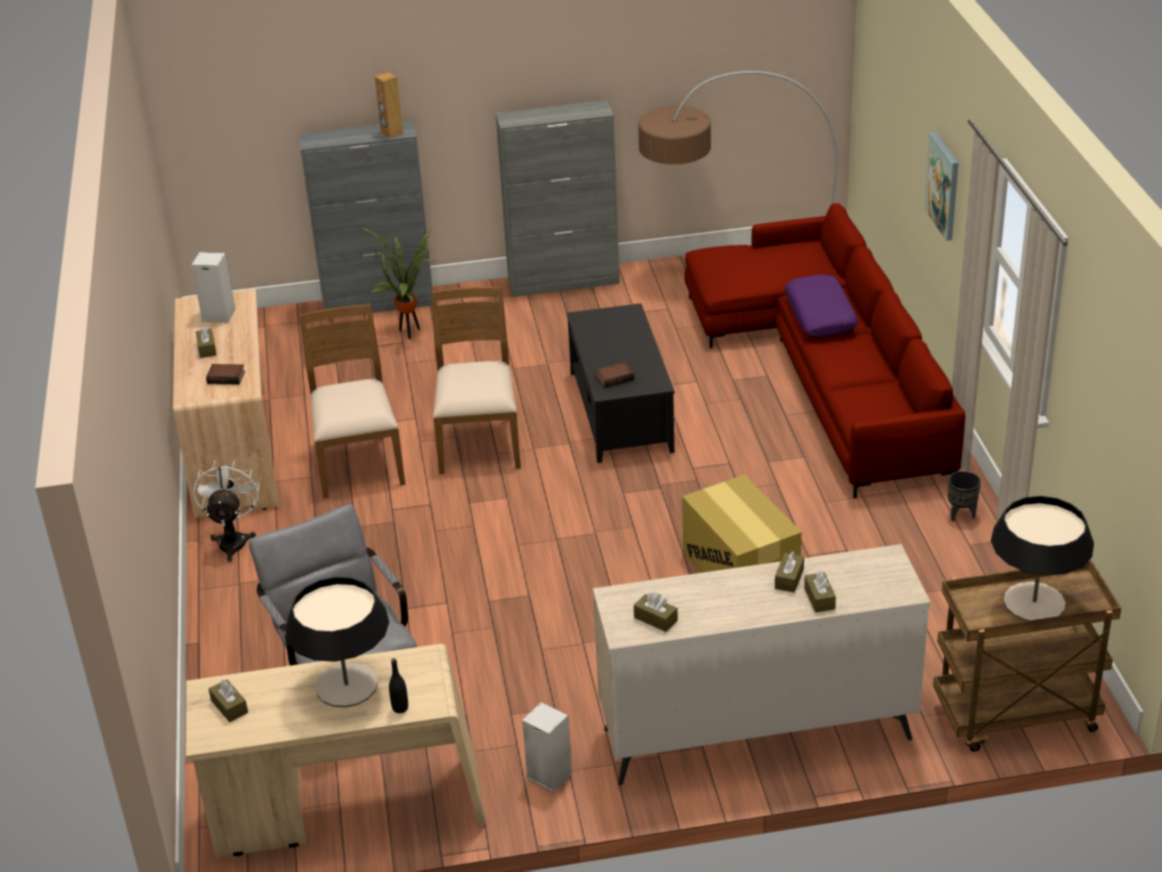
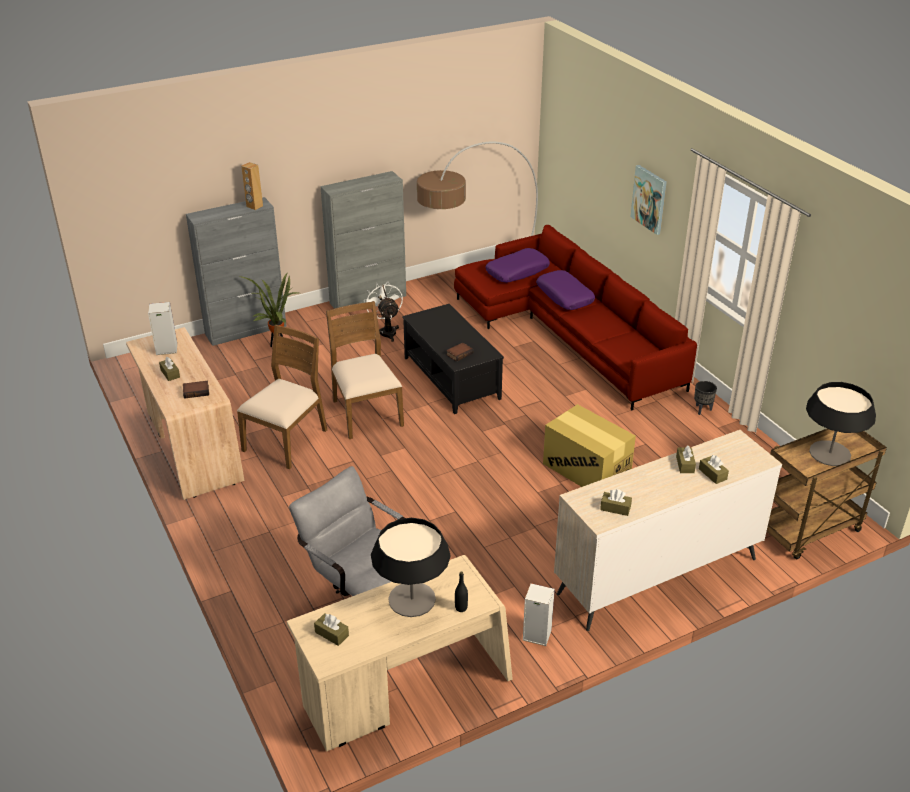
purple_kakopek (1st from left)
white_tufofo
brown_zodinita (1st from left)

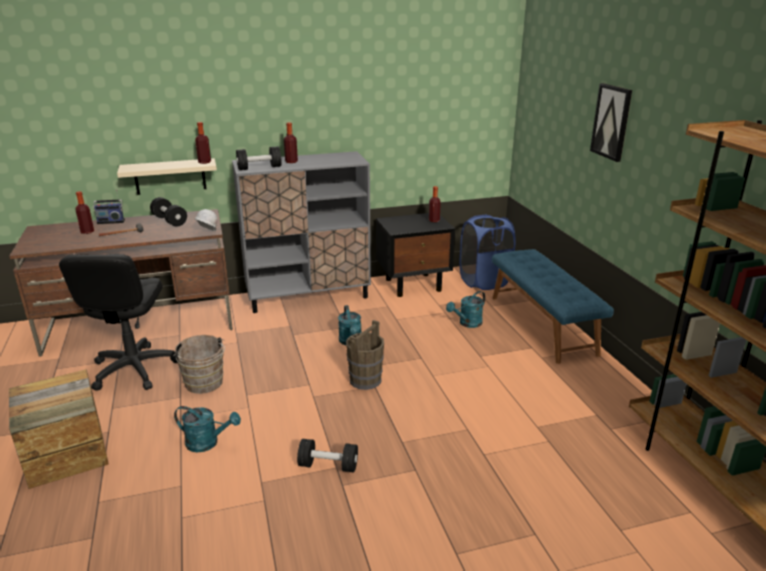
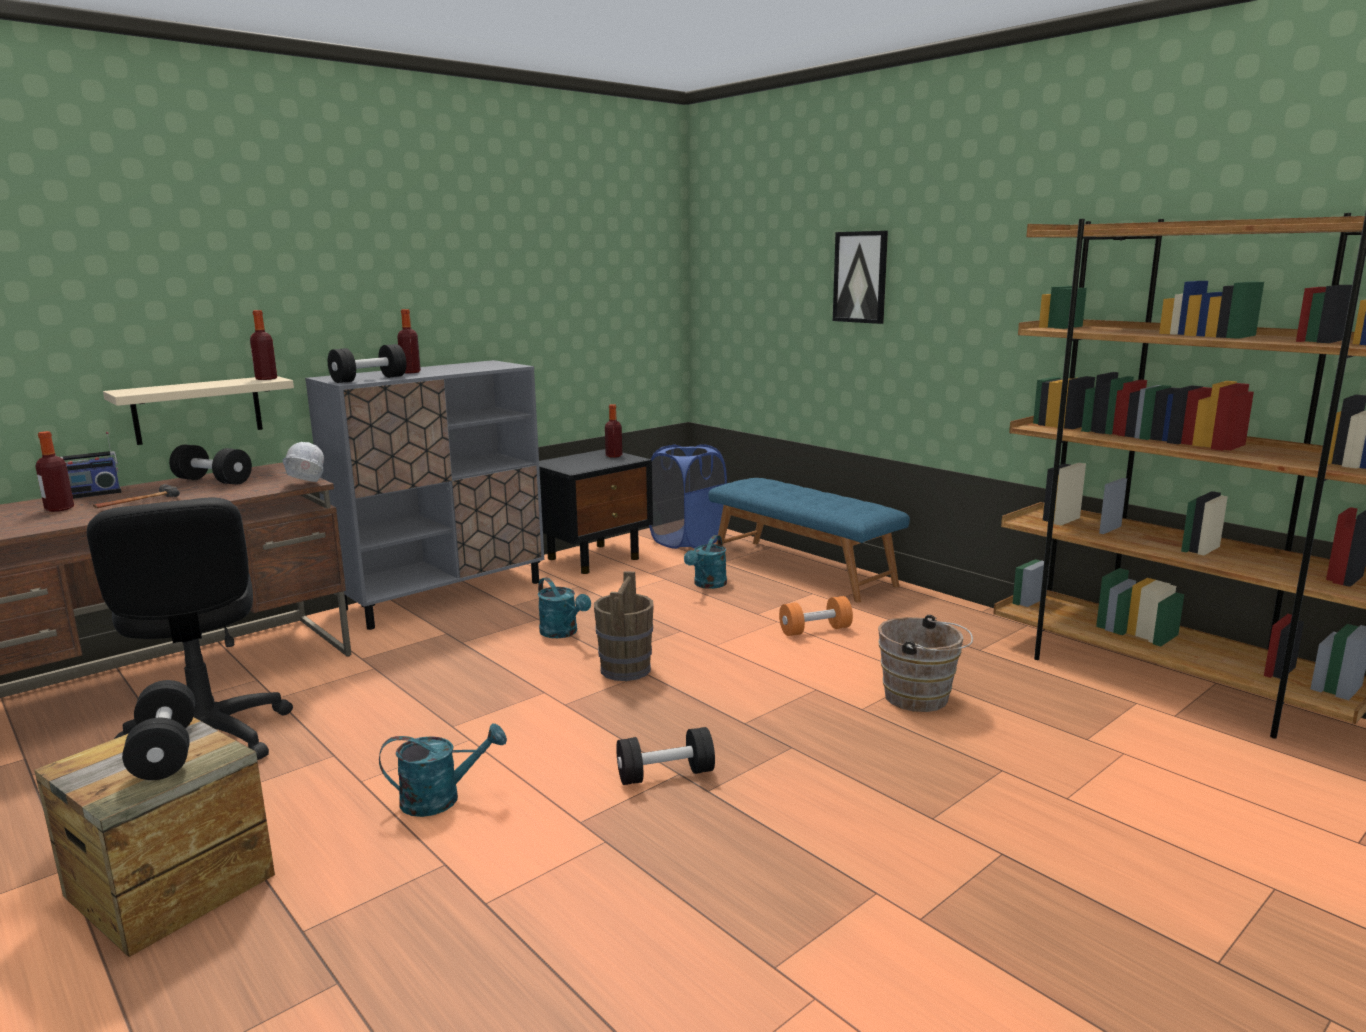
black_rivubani (1st from left)
orange_rivubani
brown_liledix (2nd from left)

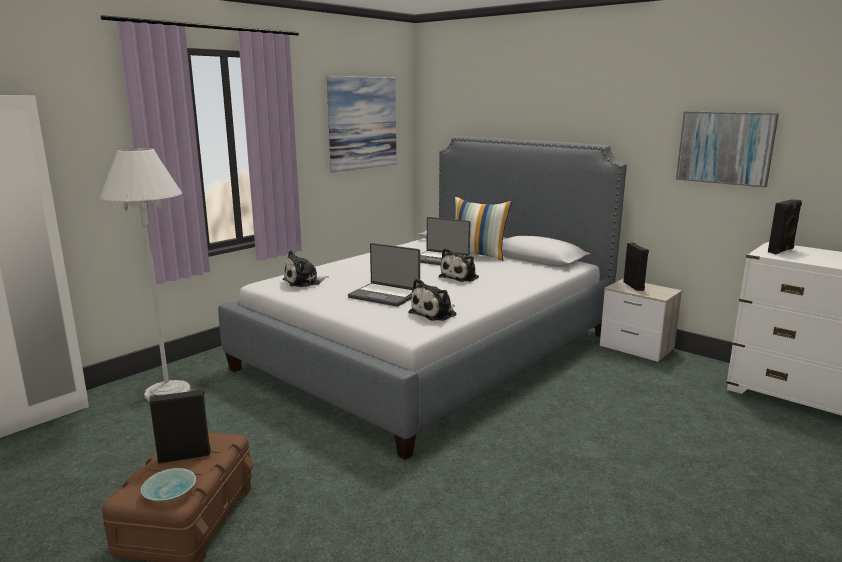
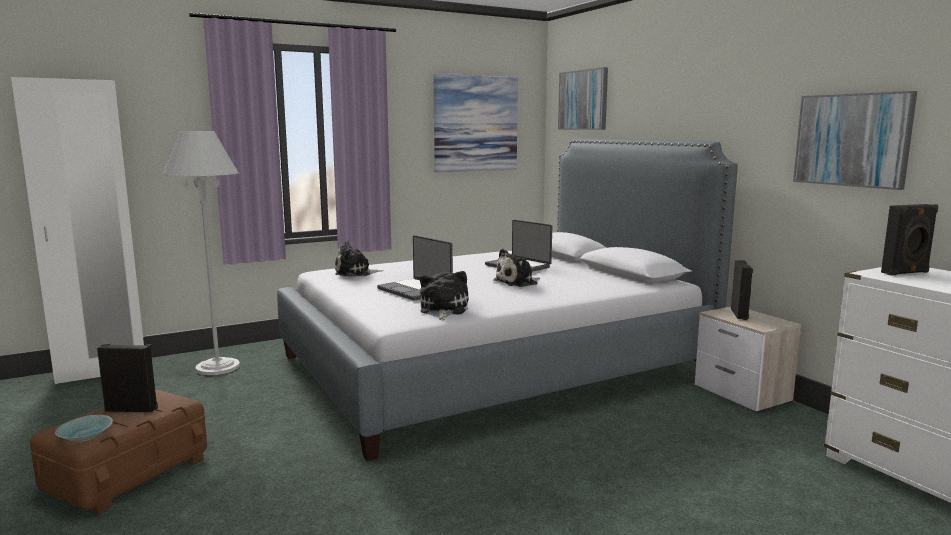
kakopek
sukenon (2nd from left)
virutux (2nd from left)

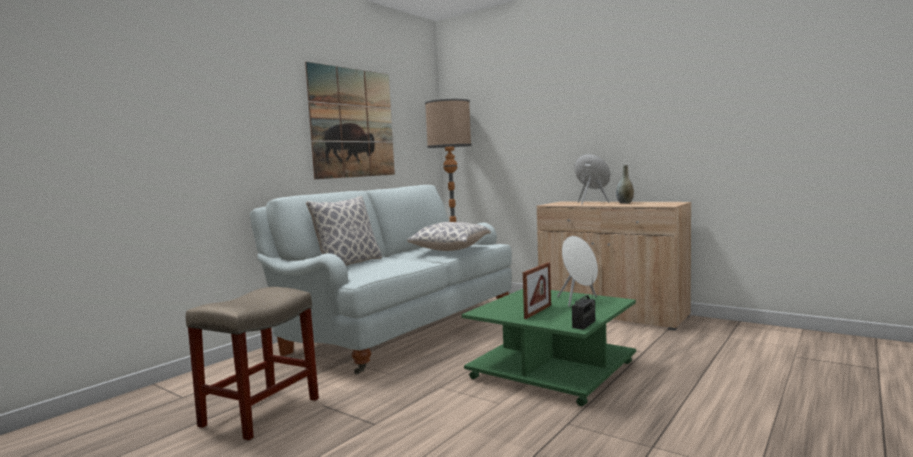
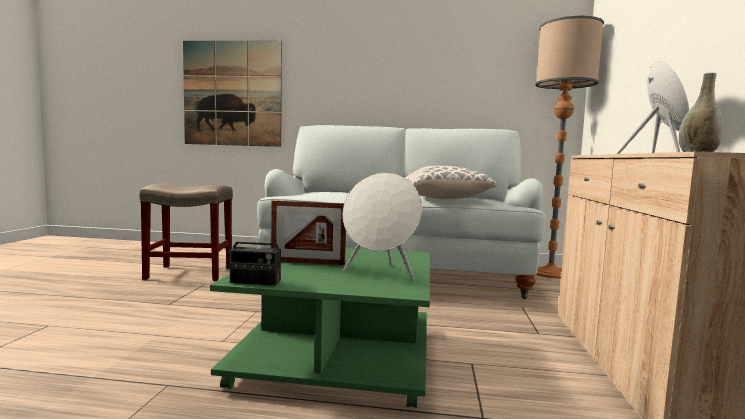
kakopek (1st from left in the first image)
sukenon

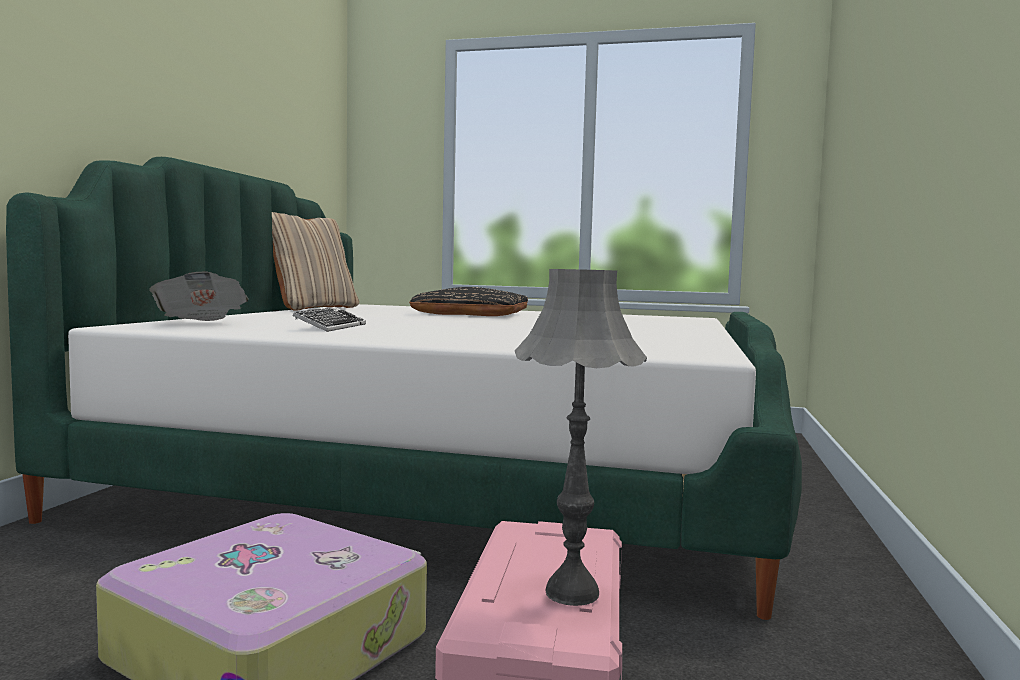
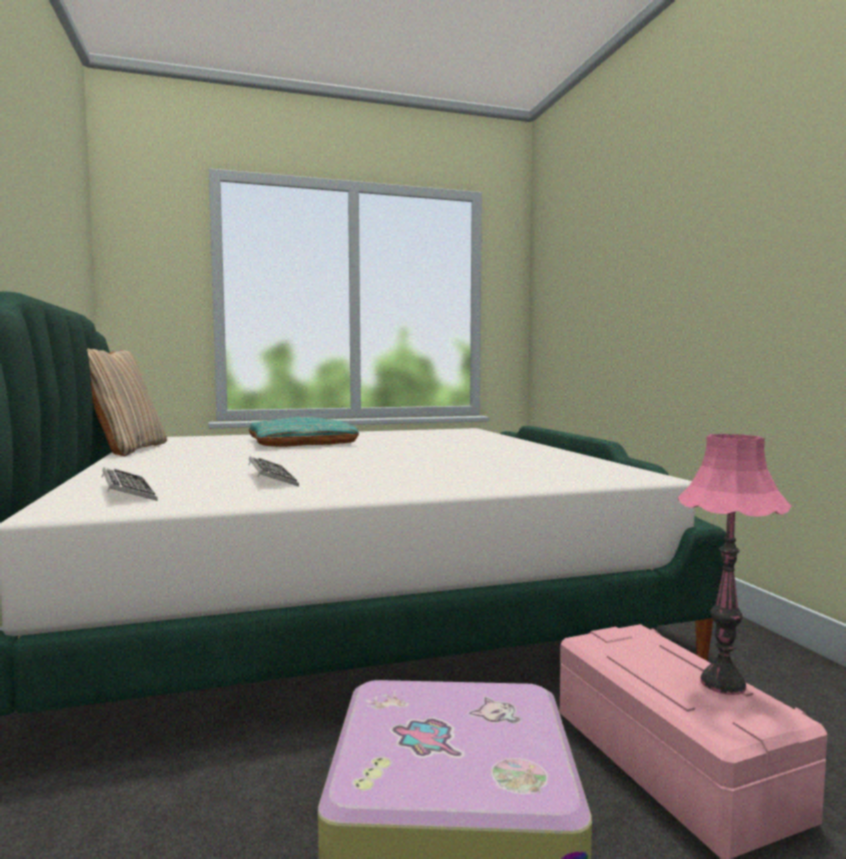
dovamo (1st from left)
turquoise_kakopek
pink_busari

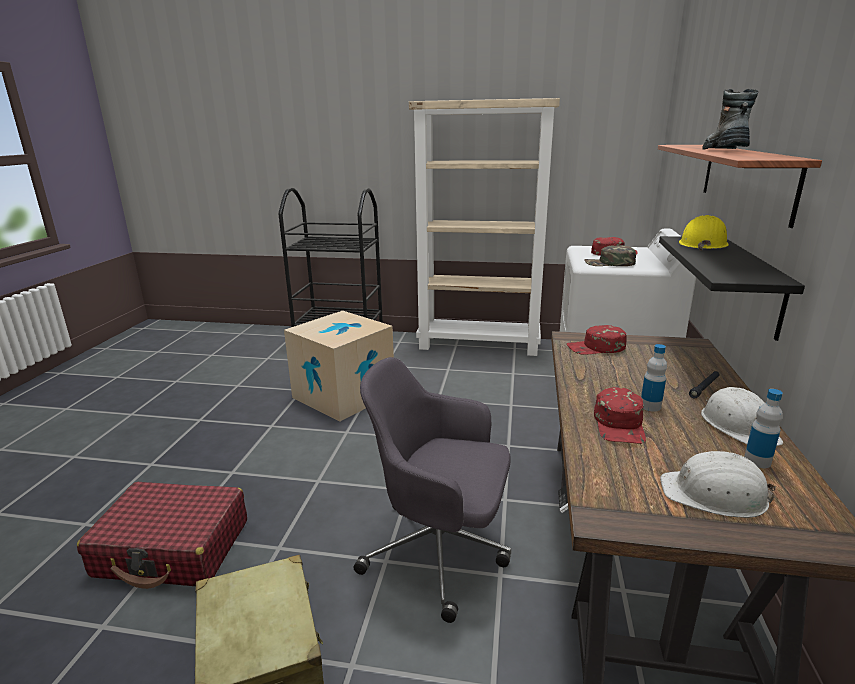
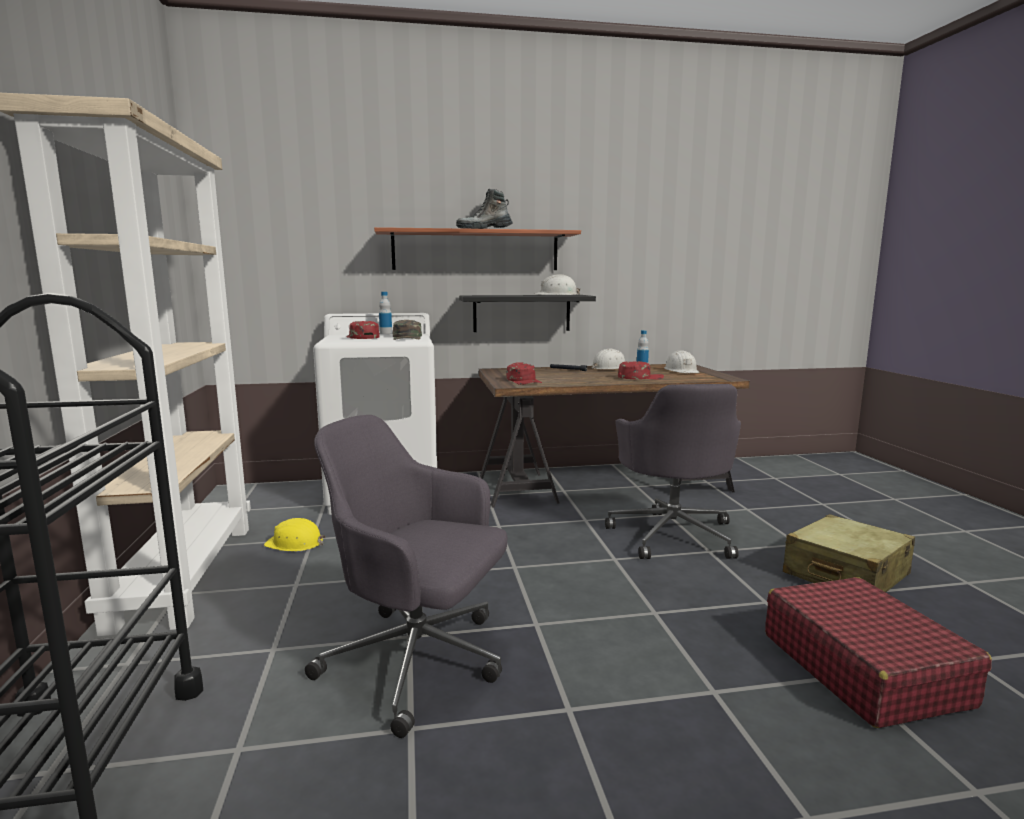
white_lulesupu (1st from left)
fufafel (1st from left)
yellow_lulesupu
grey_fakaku (1st from left)

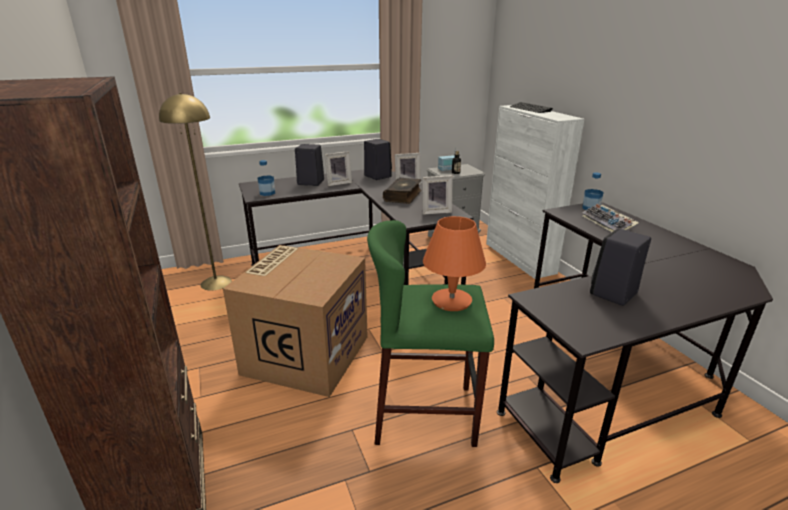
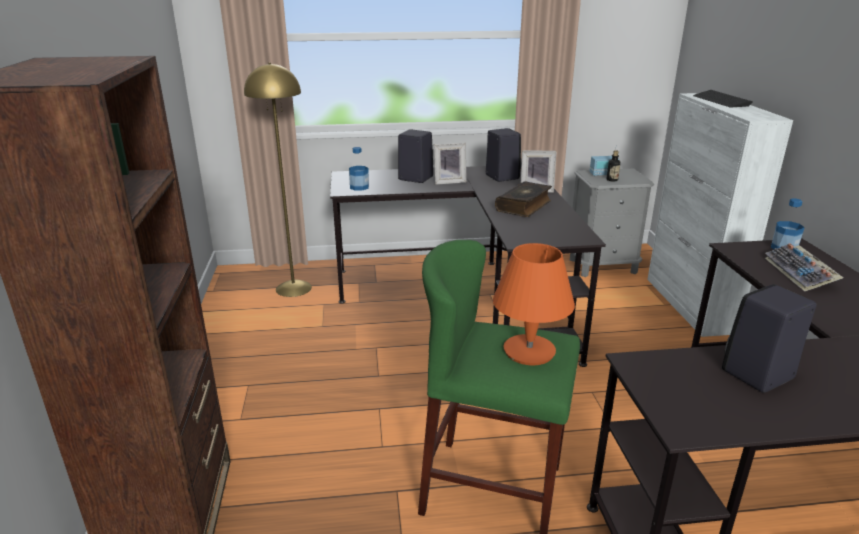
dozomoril
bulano (3rd from left in the first image)

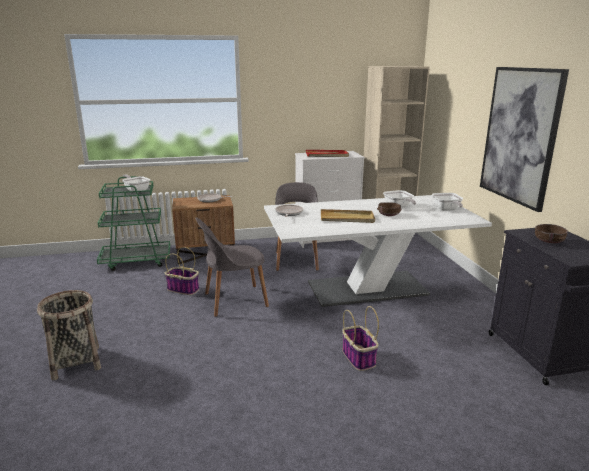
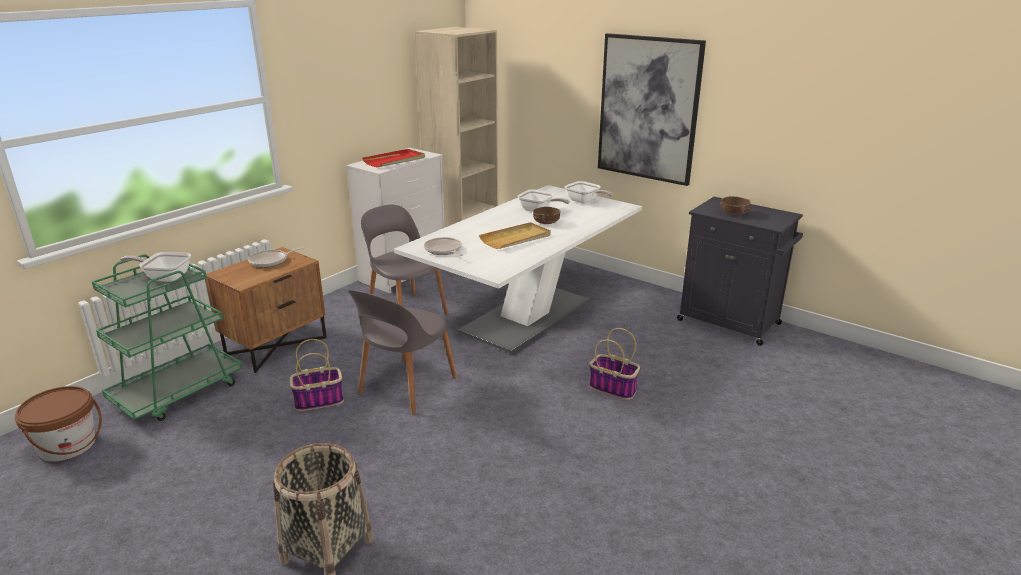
brown_liledix

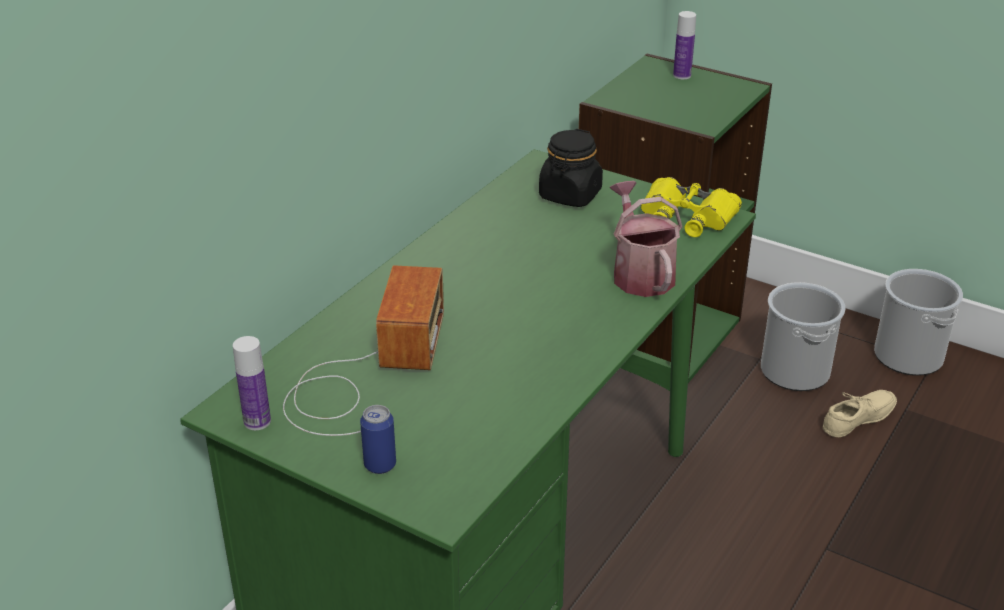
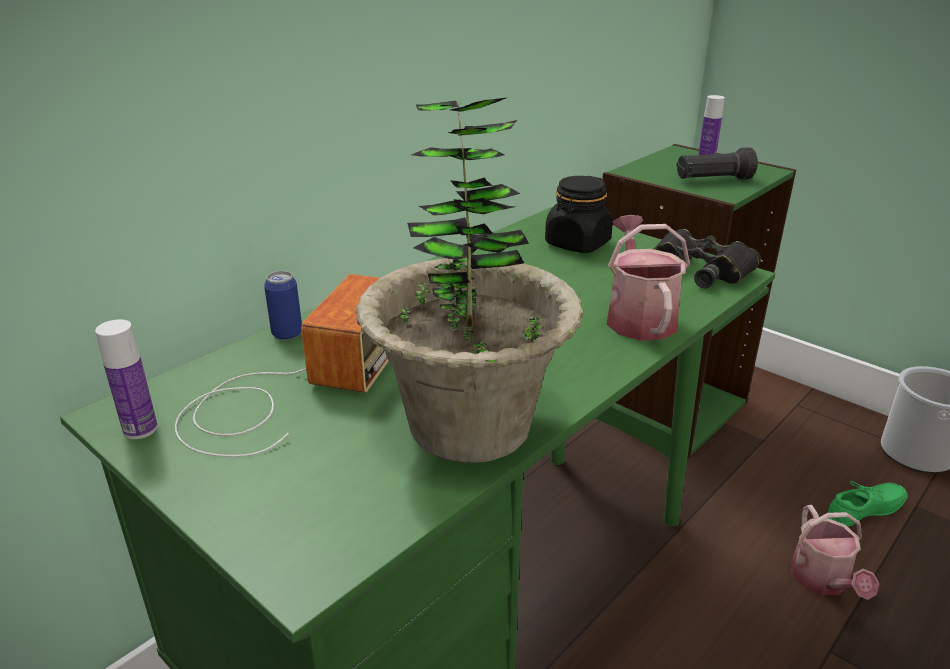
liledix (1st from left in the first image)
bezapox
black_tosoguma
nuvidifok (2nd from left)
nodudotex
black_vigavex
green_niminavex

